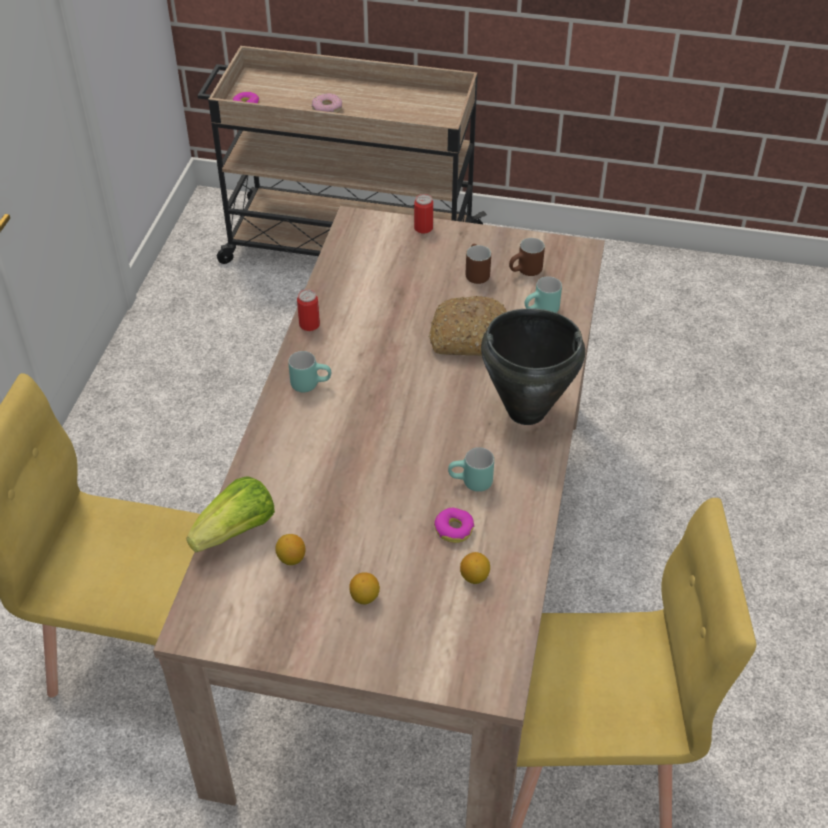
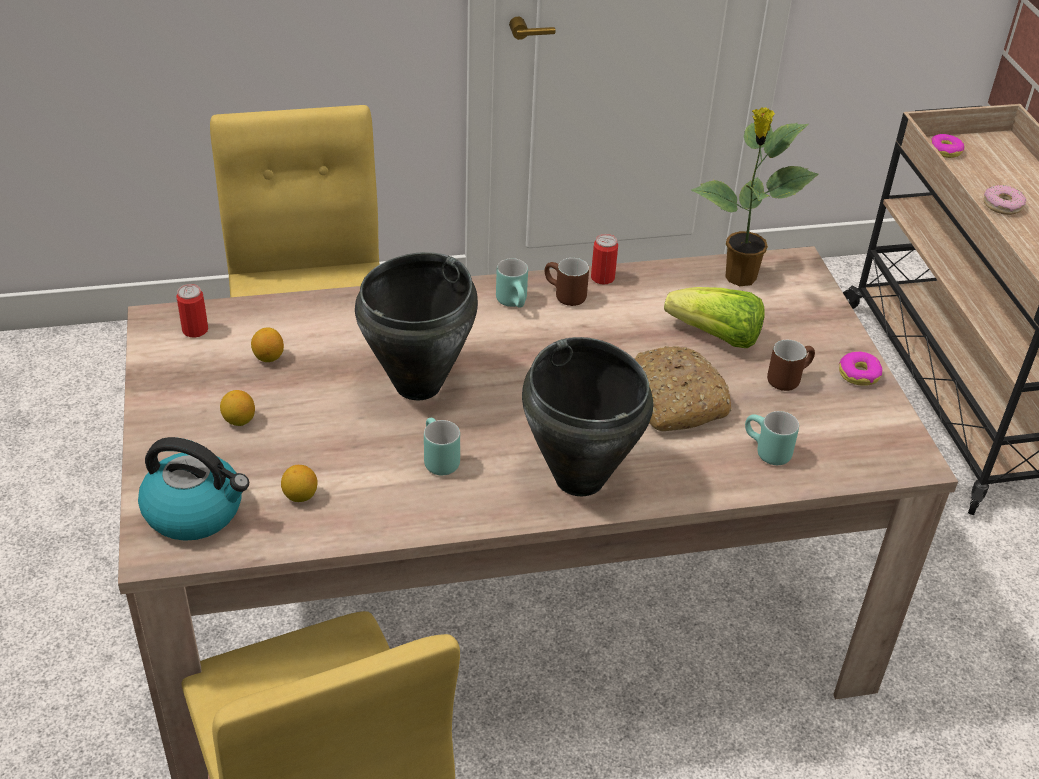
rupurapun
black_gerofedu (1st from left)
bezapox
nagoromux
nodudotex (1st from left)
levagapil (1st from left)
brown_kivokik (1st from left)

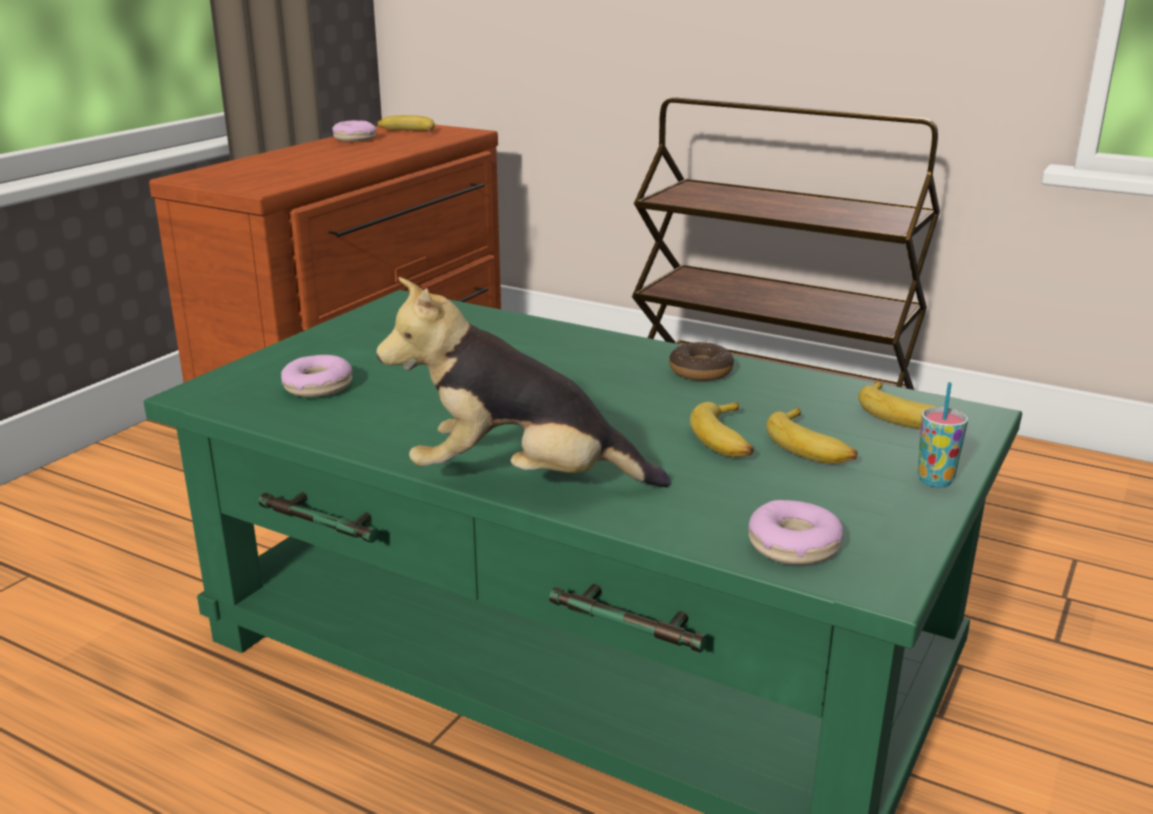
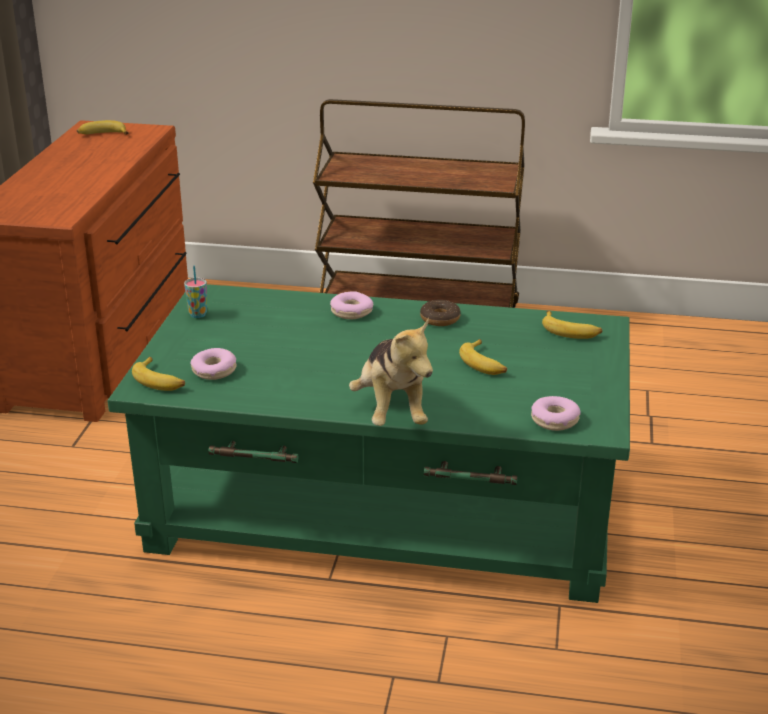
levagapil (2nd from left)
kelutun (2nd from left)
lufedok
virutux

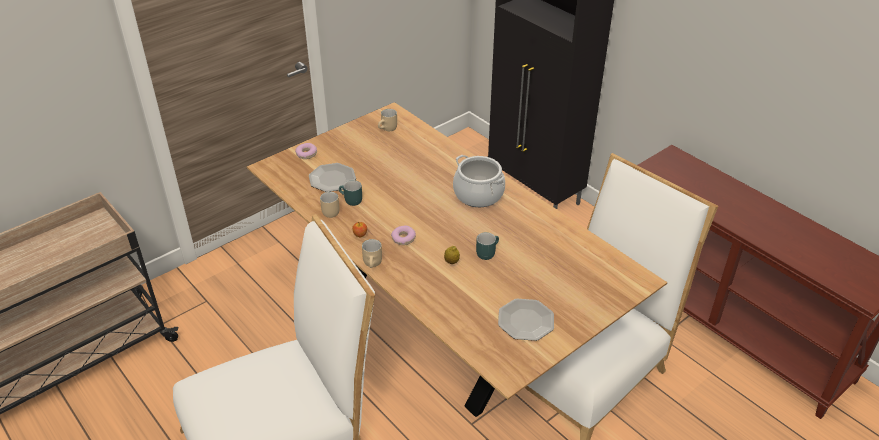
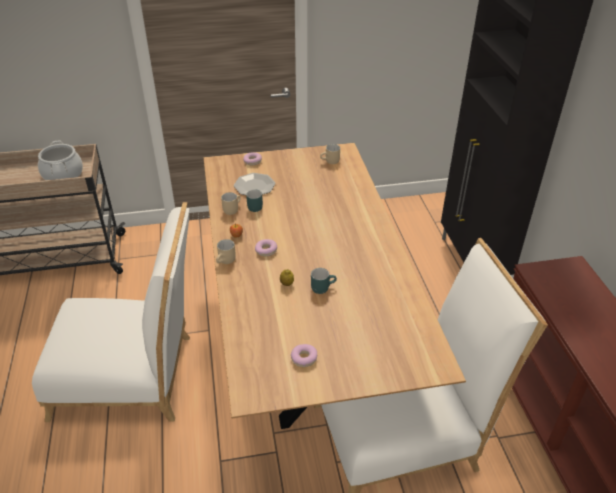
gerofedu
levagapil (3rd from left)

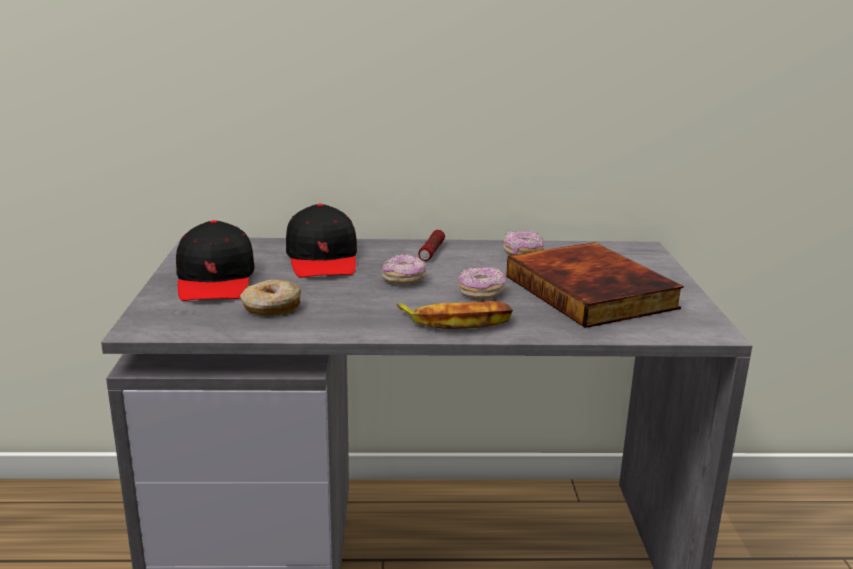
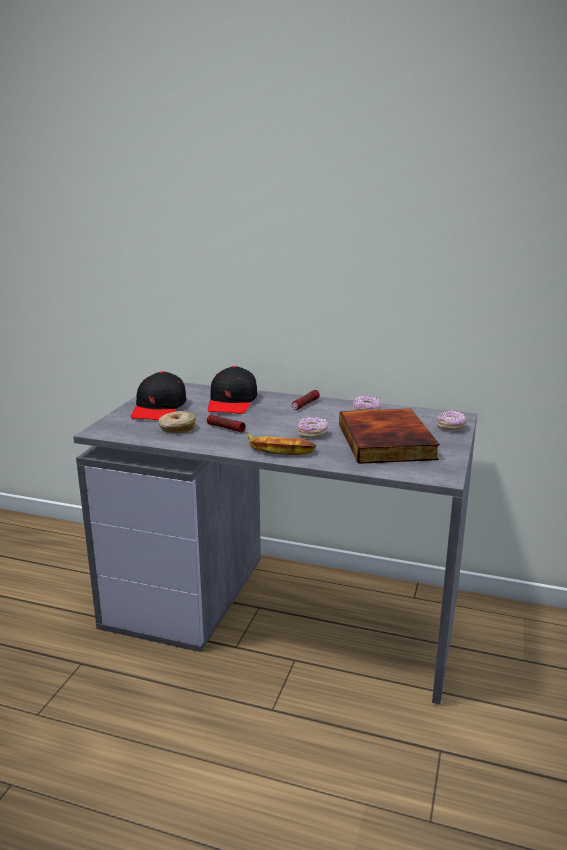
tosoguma (1st from left)
levagapil (4th from left)

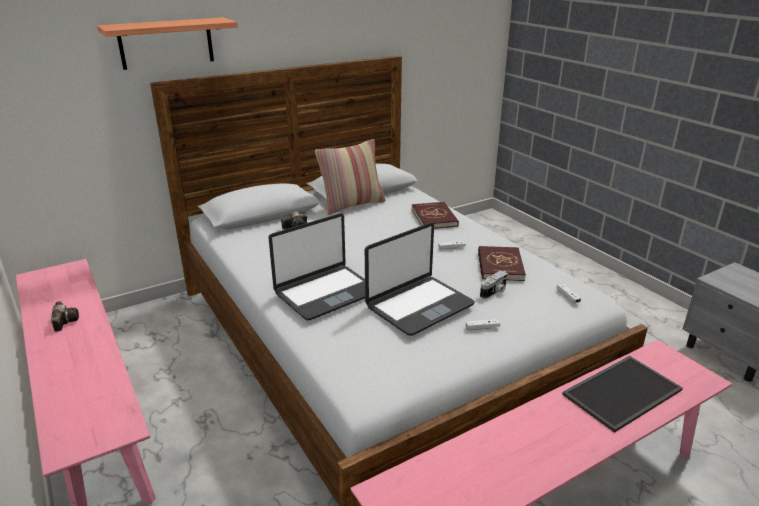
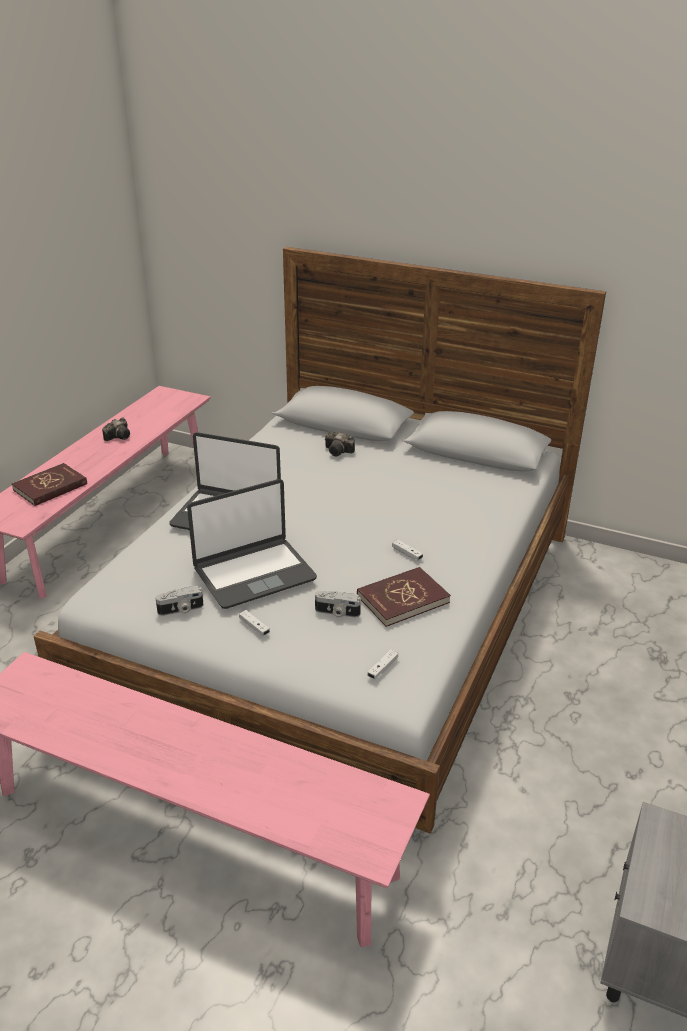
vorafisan
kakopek
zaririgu
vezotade (2nd from left)
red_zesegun (1st from left)
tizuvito (2nd from left)

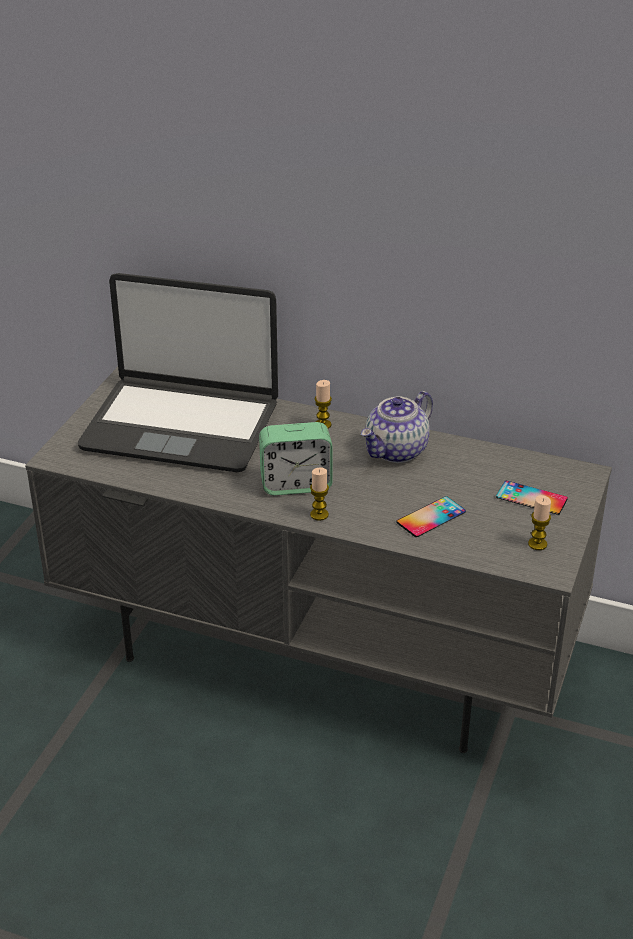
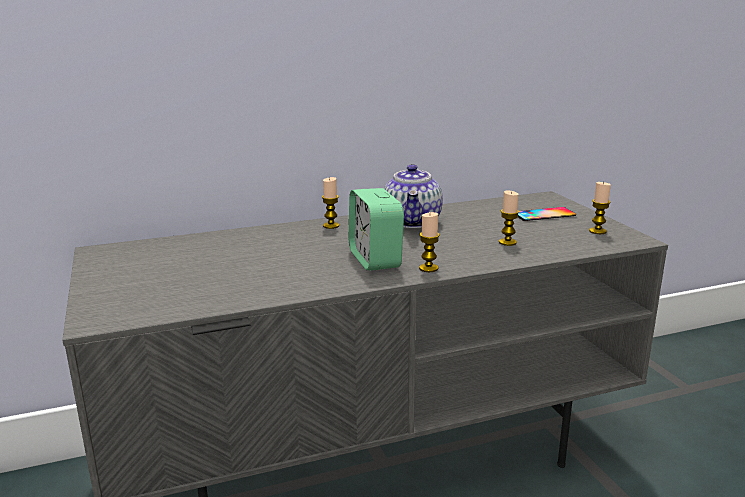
tizuvito
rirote (3rd from left)
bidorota

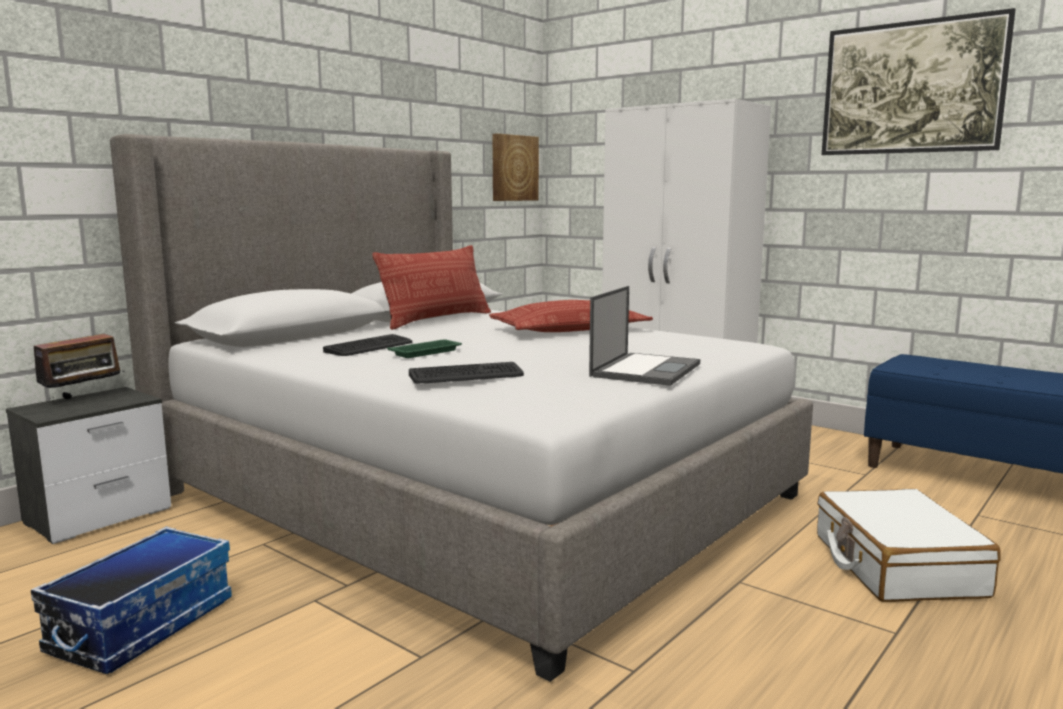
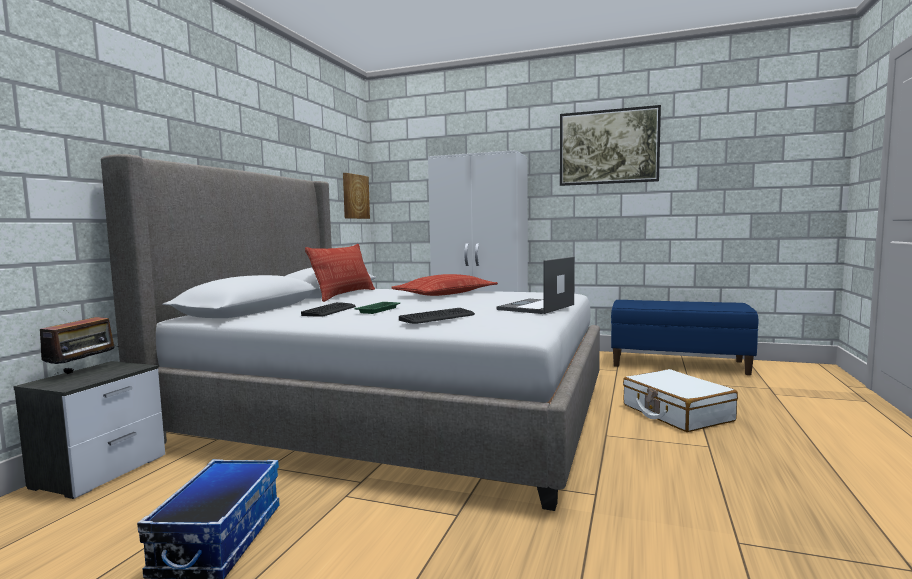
tizuvito

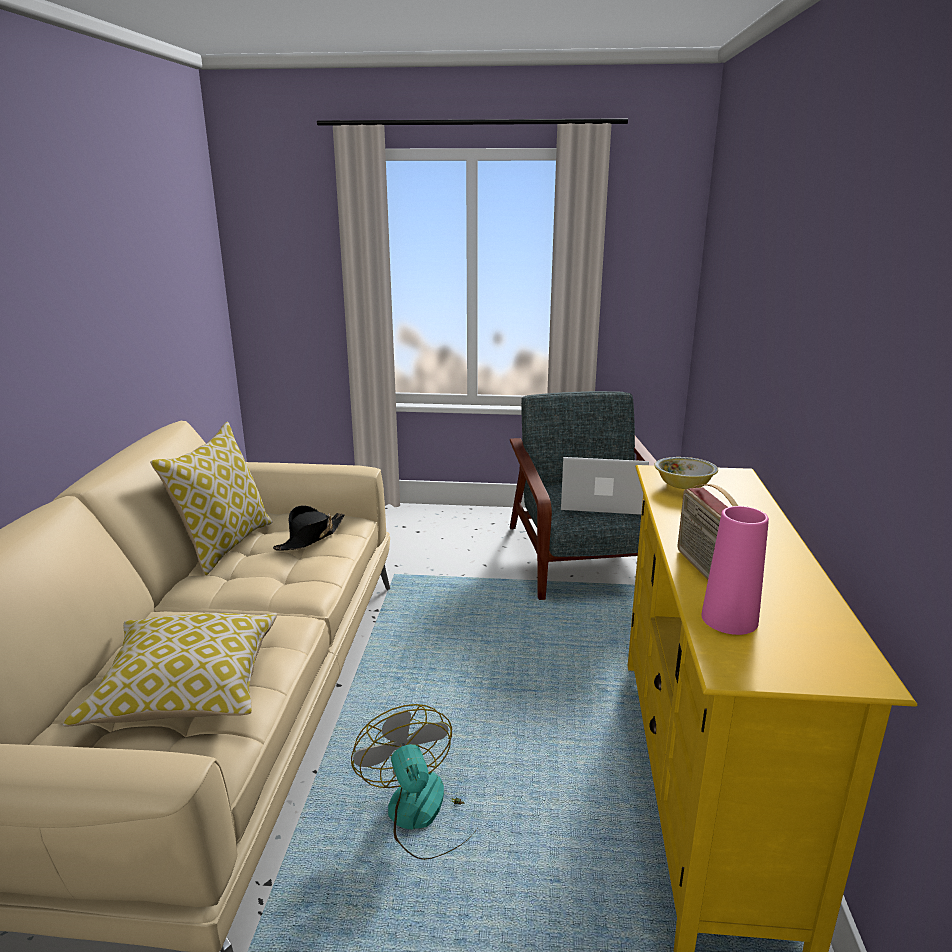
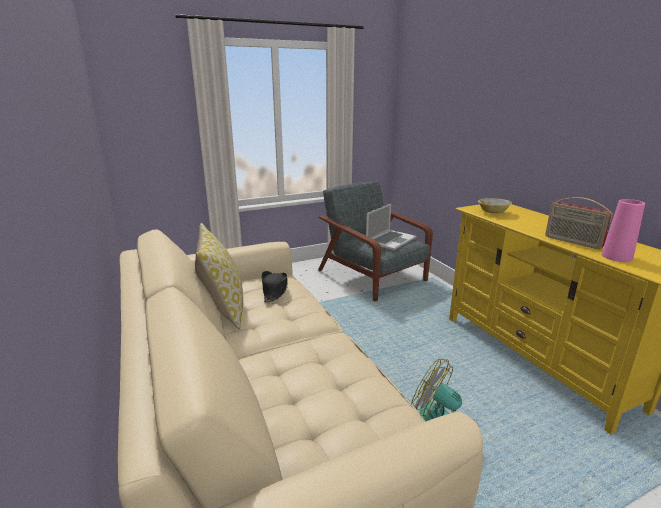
kakopek (1st from left in the first image)
tizuvito

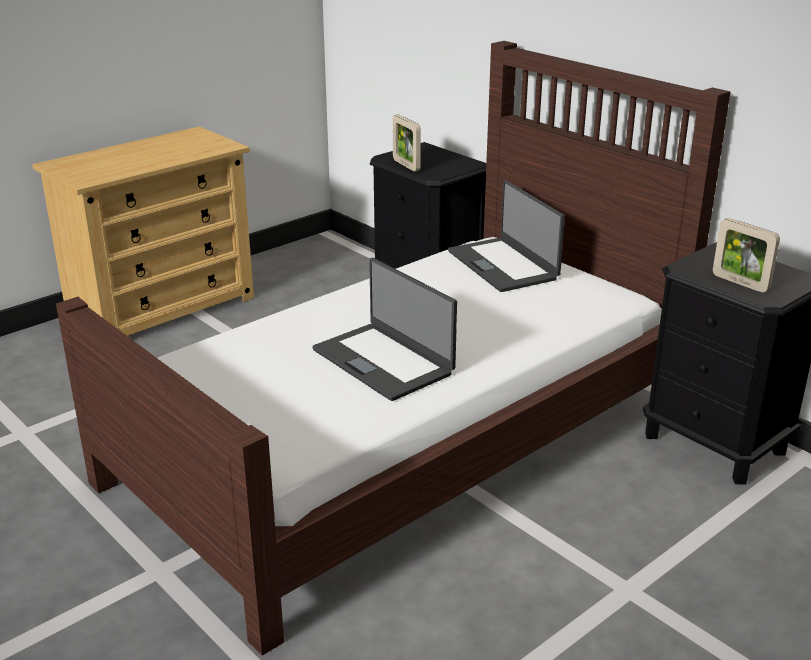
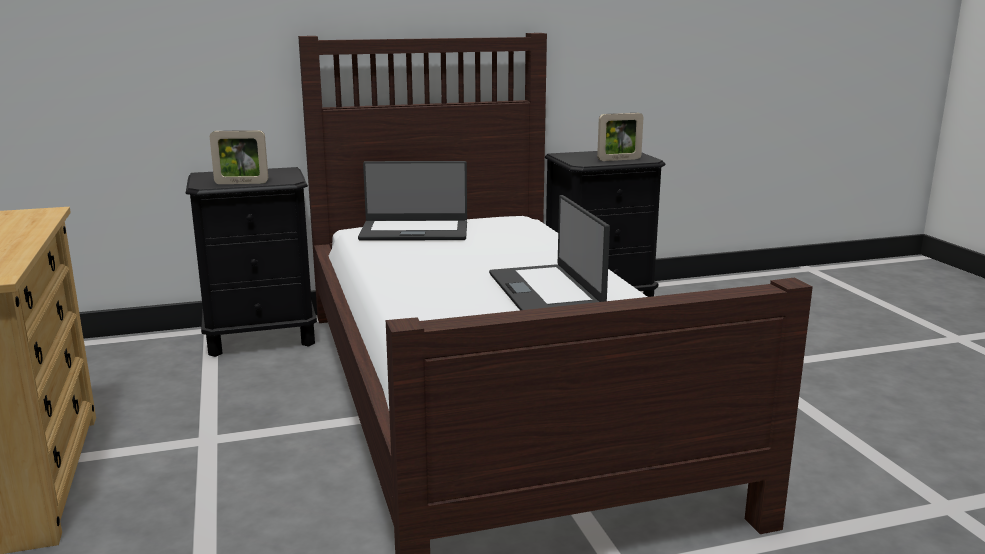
tizuvito (2nd from left)

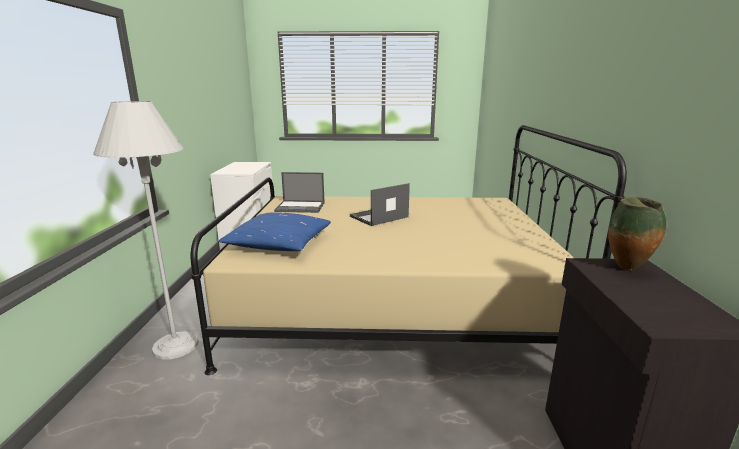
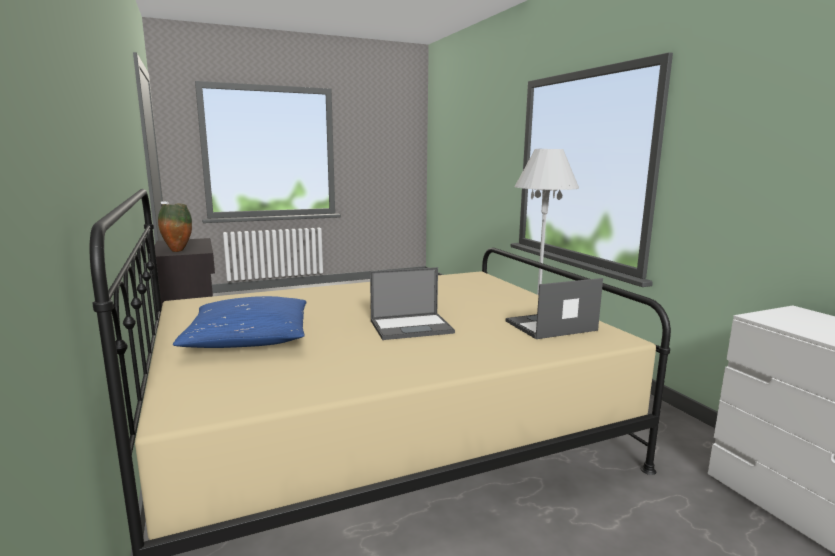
blue_kakopek
tizuvito (1st from left)

